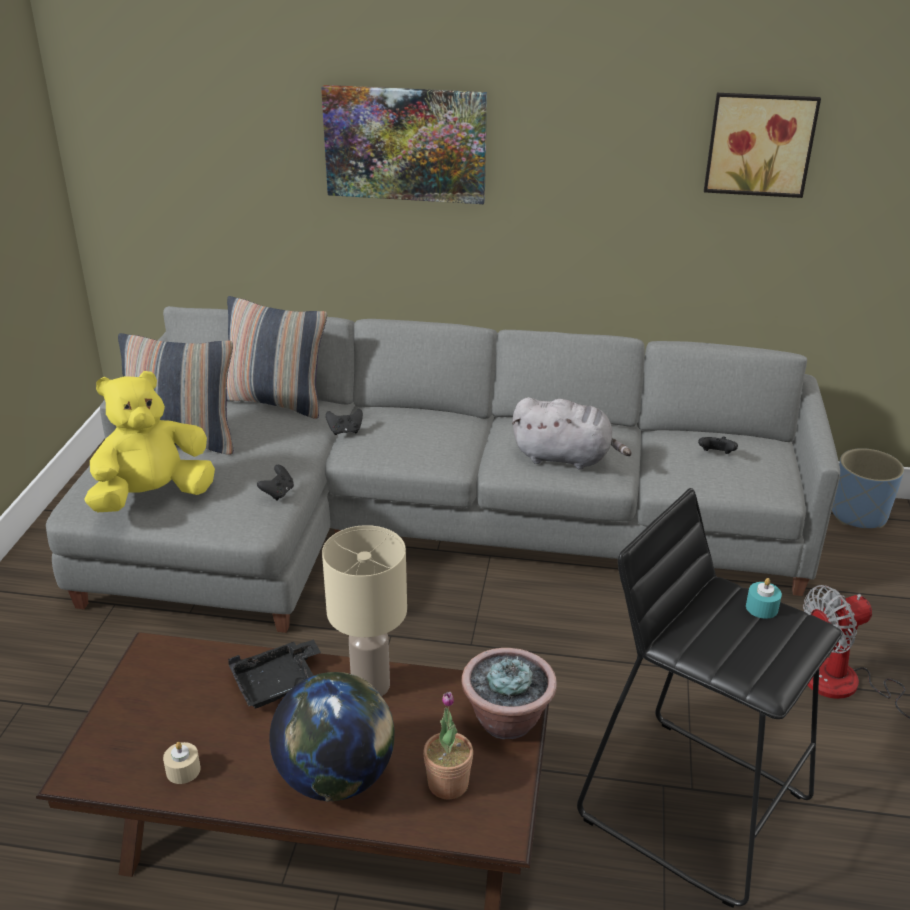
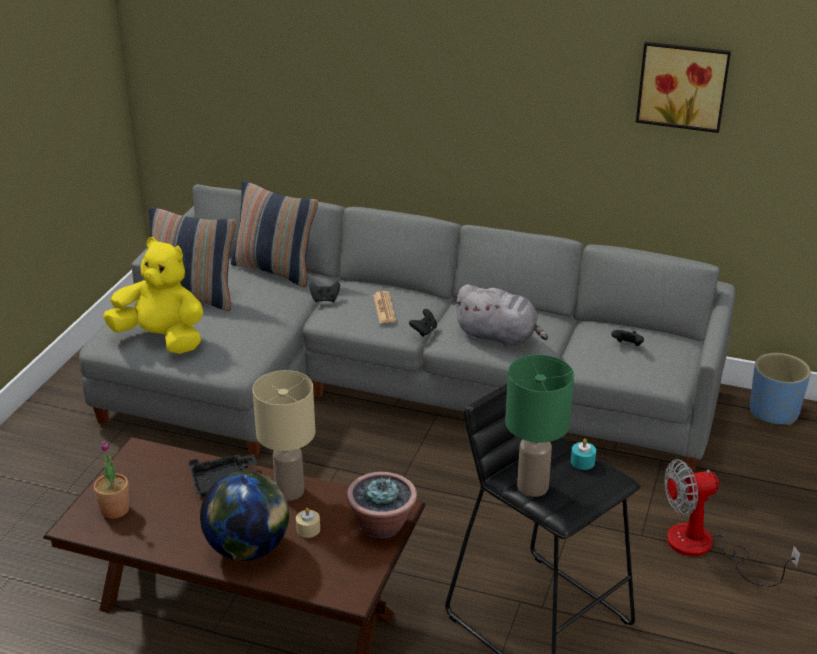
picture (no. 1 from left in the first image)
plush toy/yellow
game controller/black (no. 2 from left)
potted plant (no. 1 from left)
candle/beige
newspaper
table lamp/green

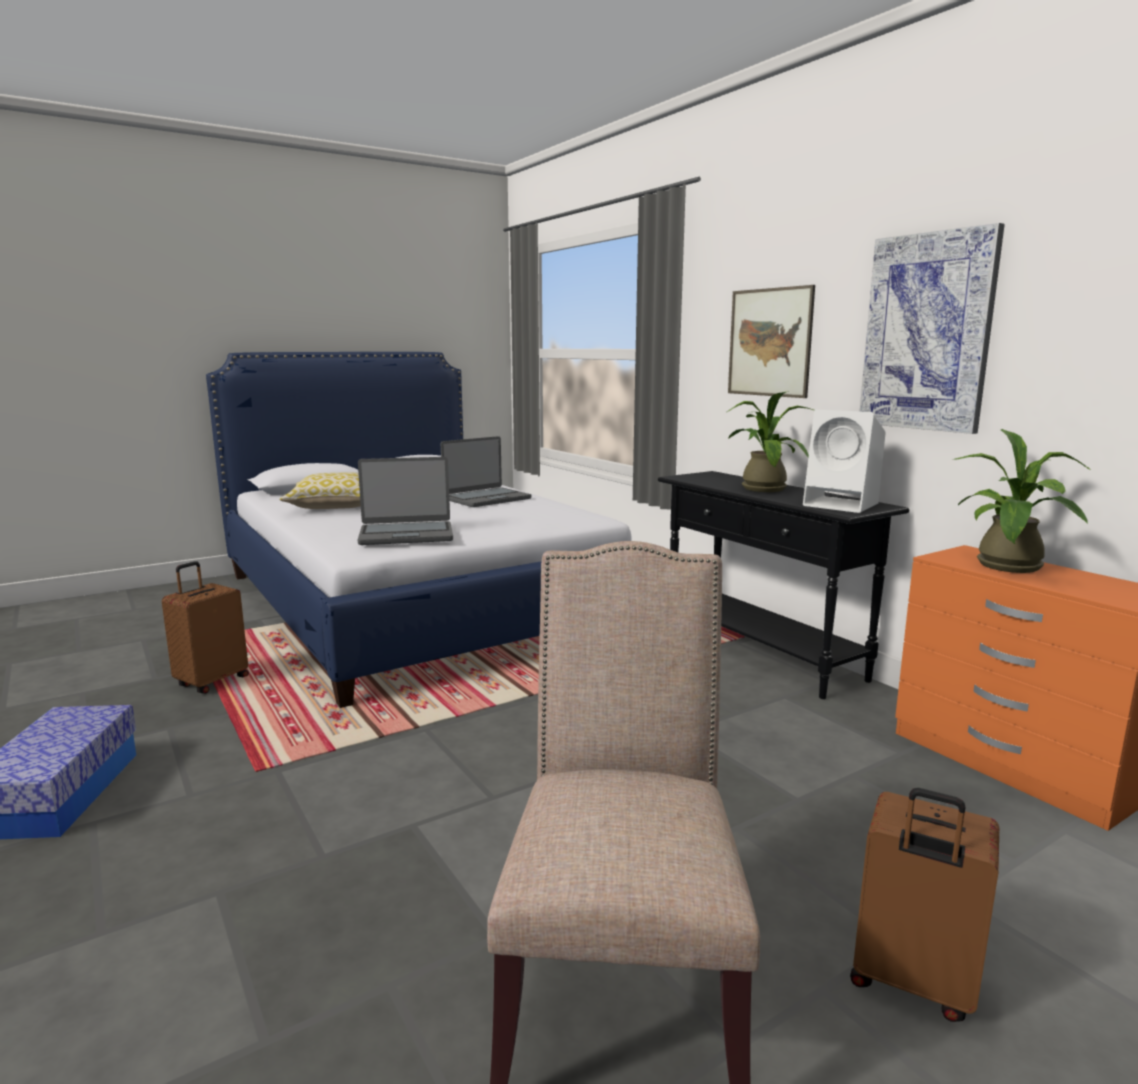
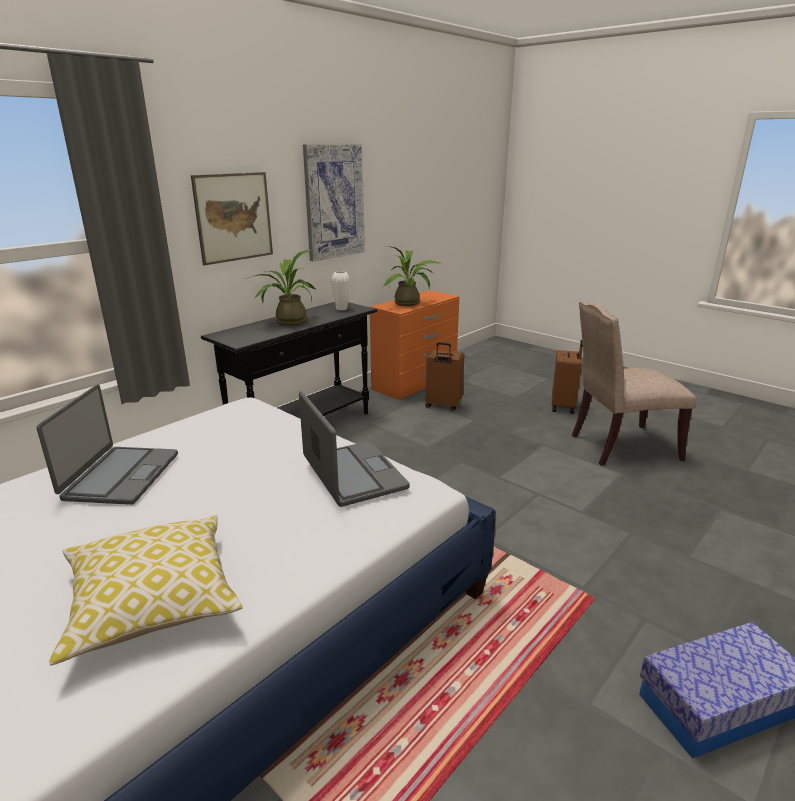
vase/white
laptop (no. 1 from left)
suitcase/brown (no. 1 from left)

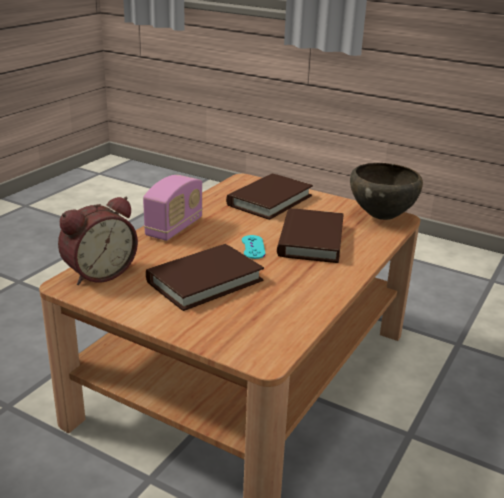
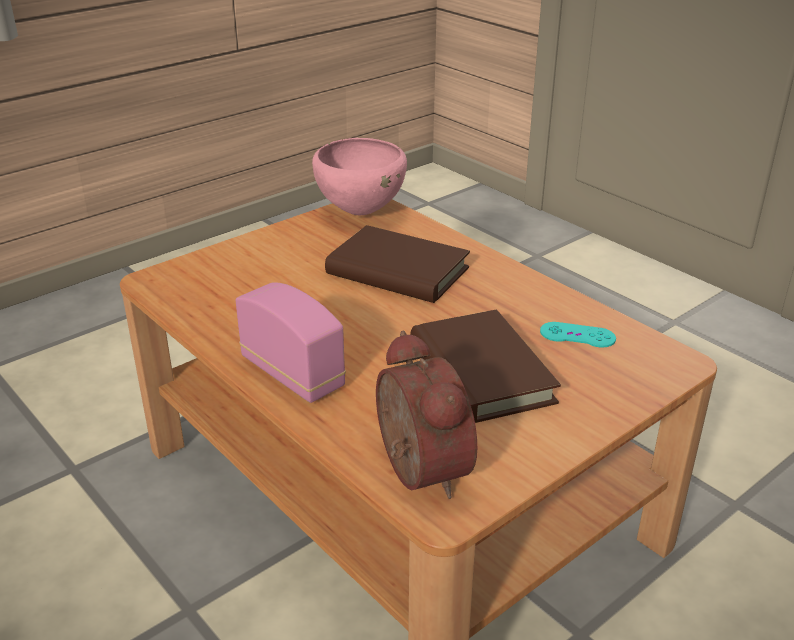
bowl/pink
book/brown (no. 2 from left in the first image)
game controller/turquoise

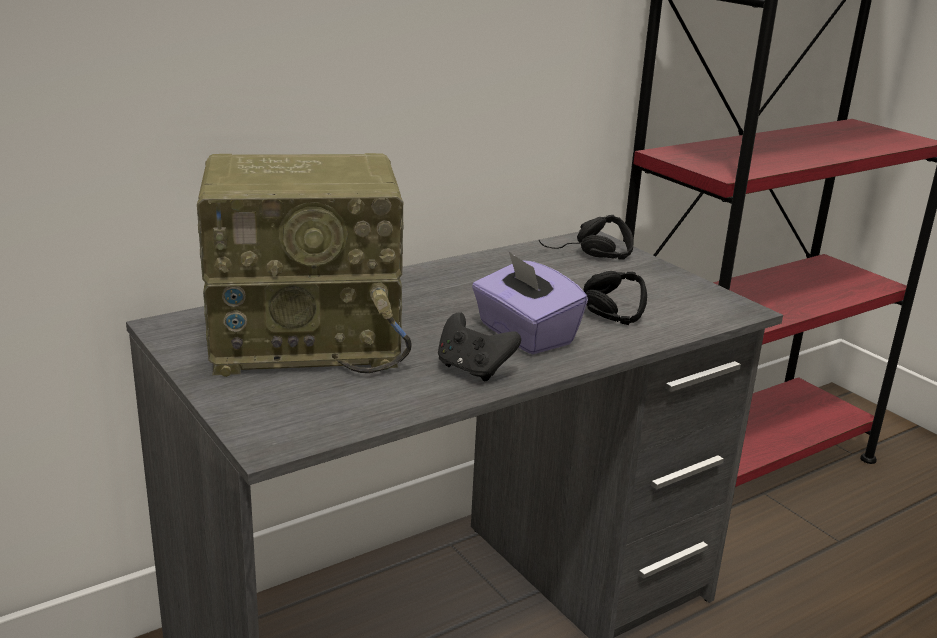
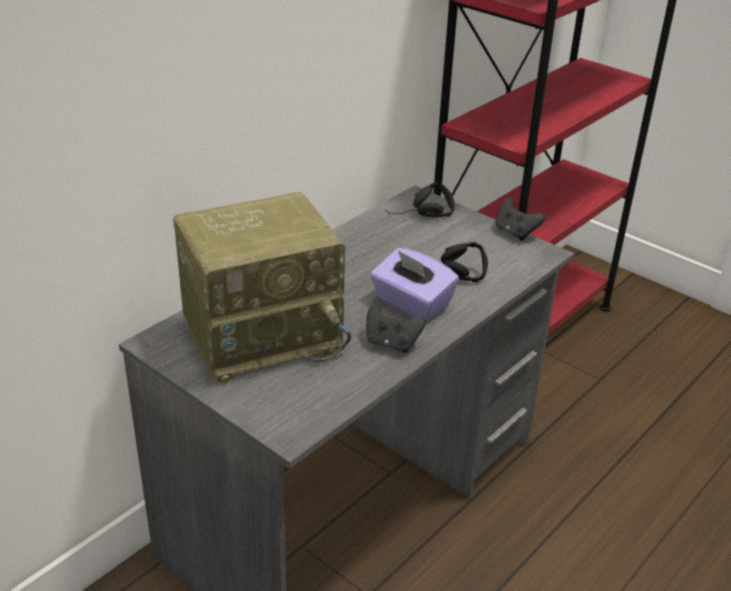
game controller/black (no. 2 from left)

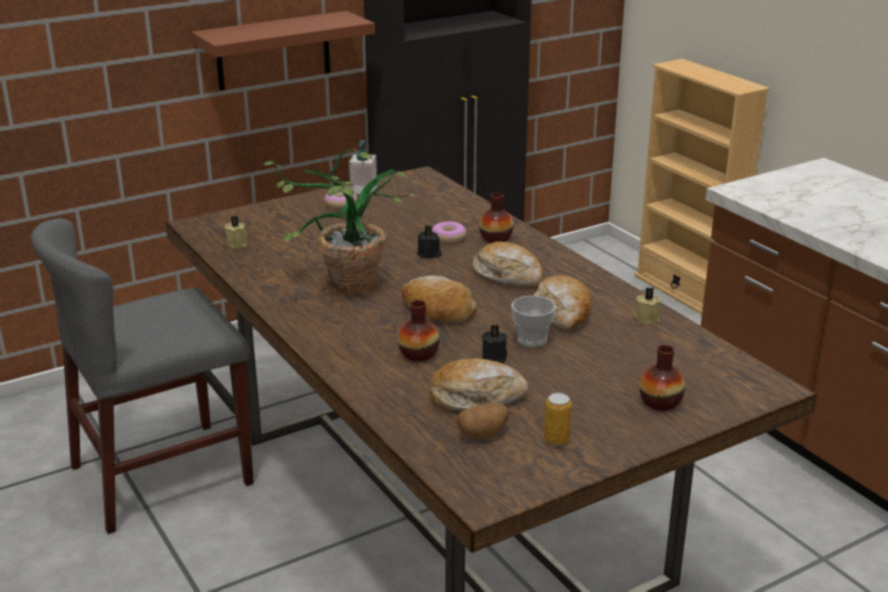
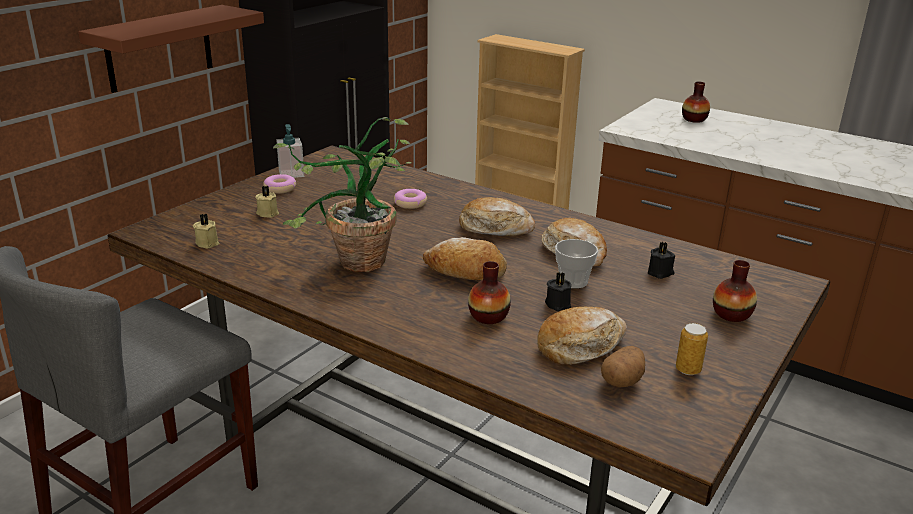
vase (no. 2 from left)
candle/black (no. 2 from left)
candle/beige (no. 2 from left)

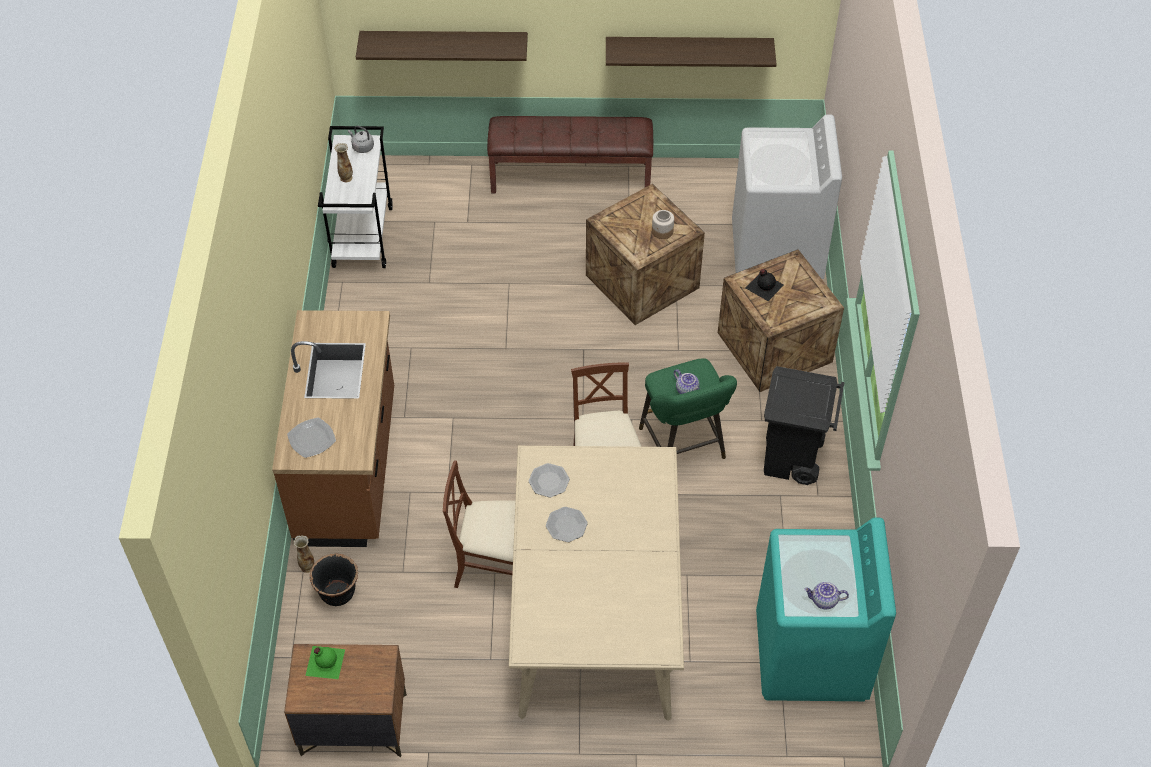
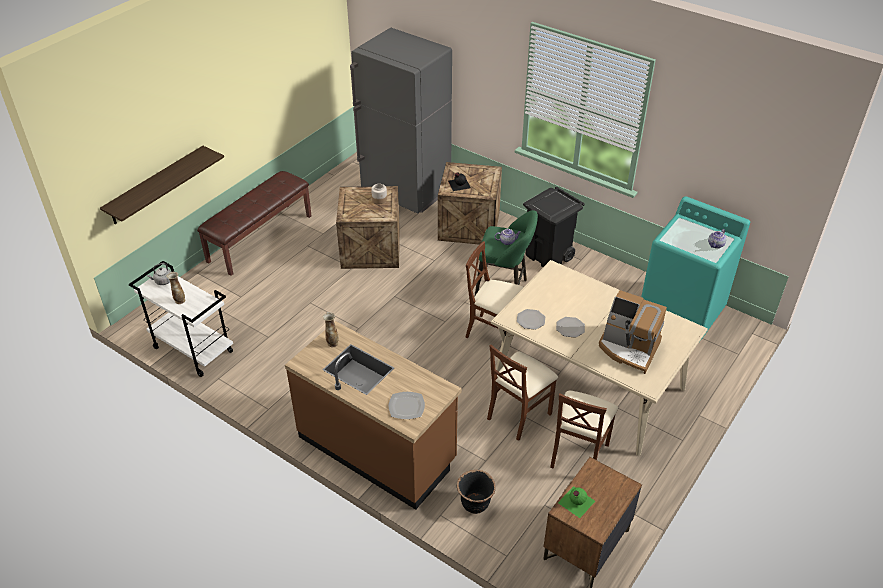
shelf (no. 2 from left in the first image)
fridge/grey
vase (no. 2 from left)
coffee machine
chair/brown (no. 3 from left)

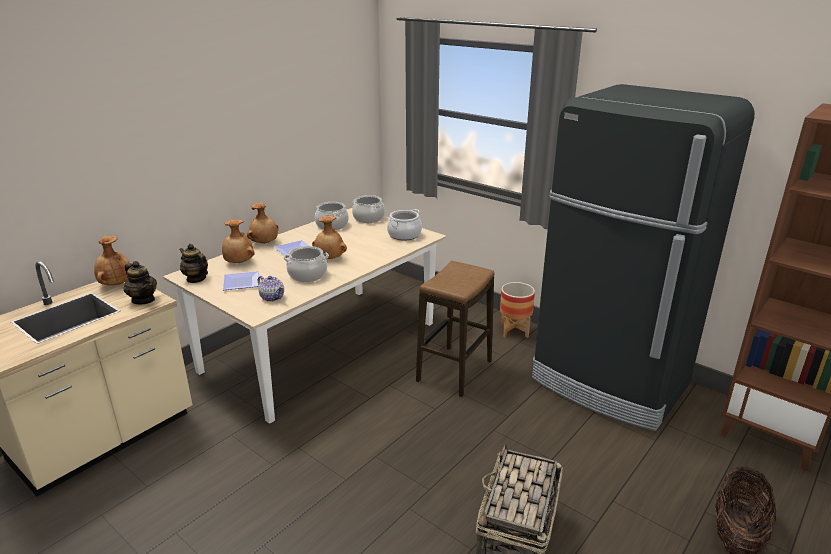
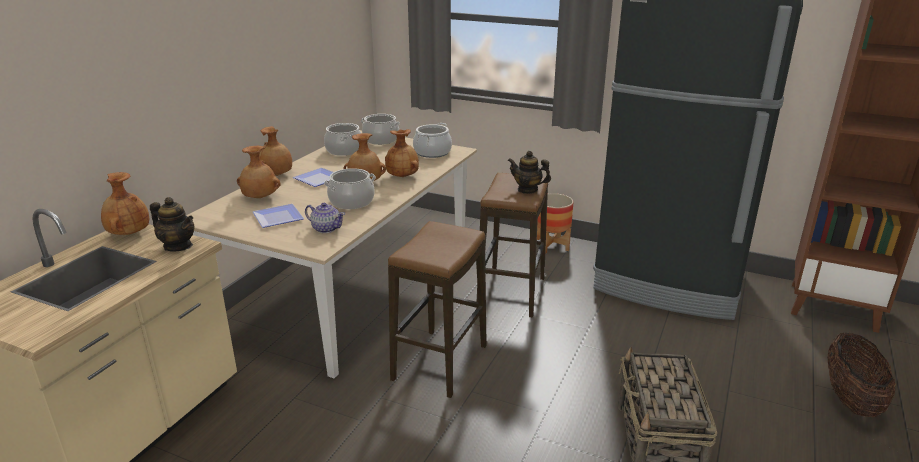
teapot (no. 3 from left)
vase/brown (no. 5 from left)
stool (no. 1 from left)

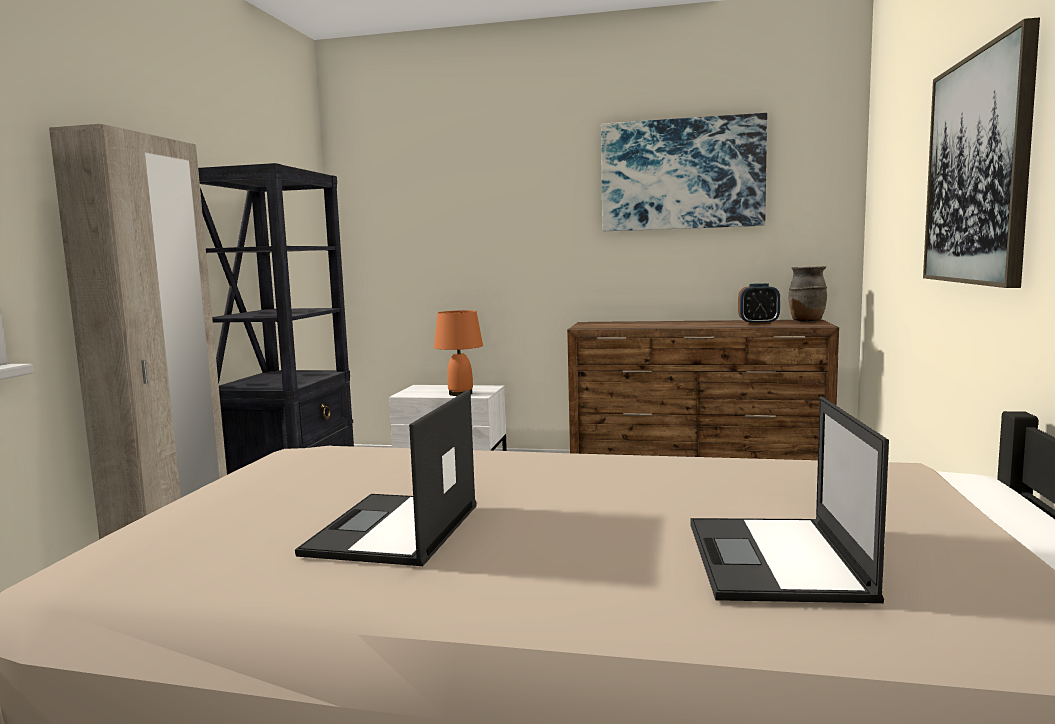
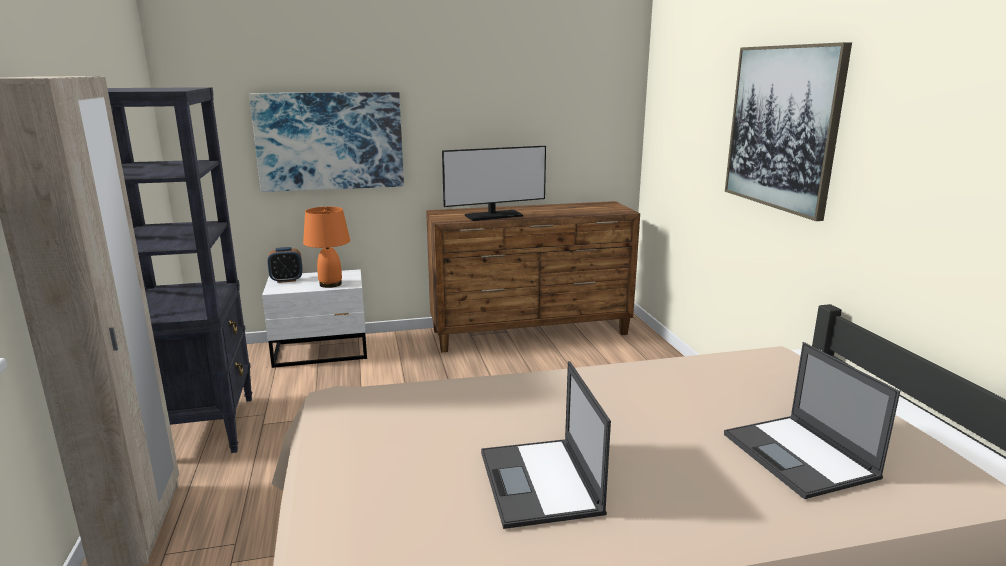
picture (no. 1 from left)
vase/brown
alarm clock
monitor

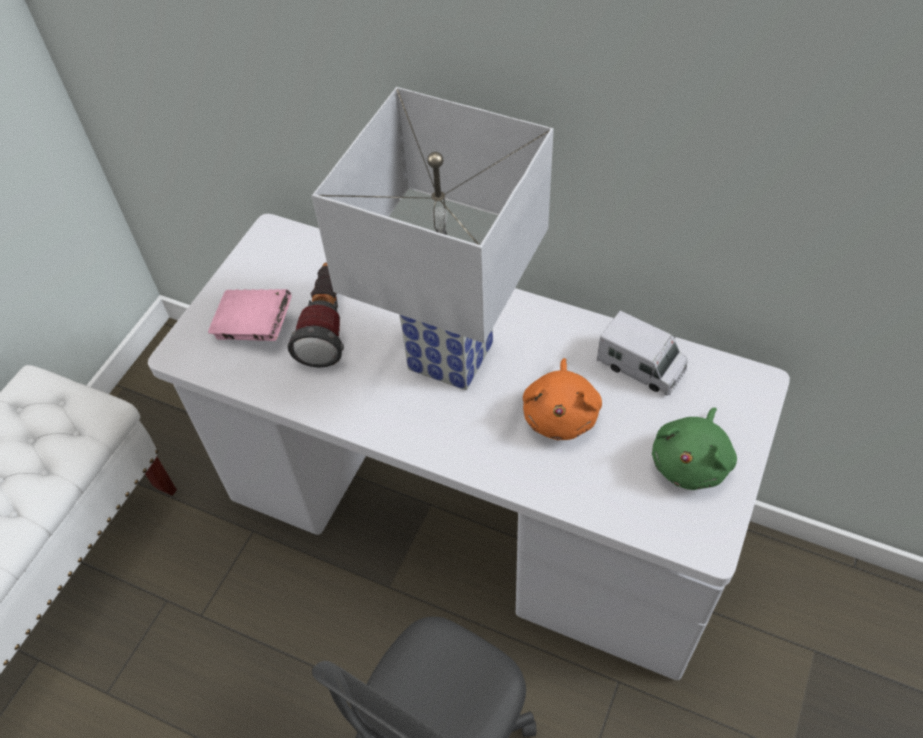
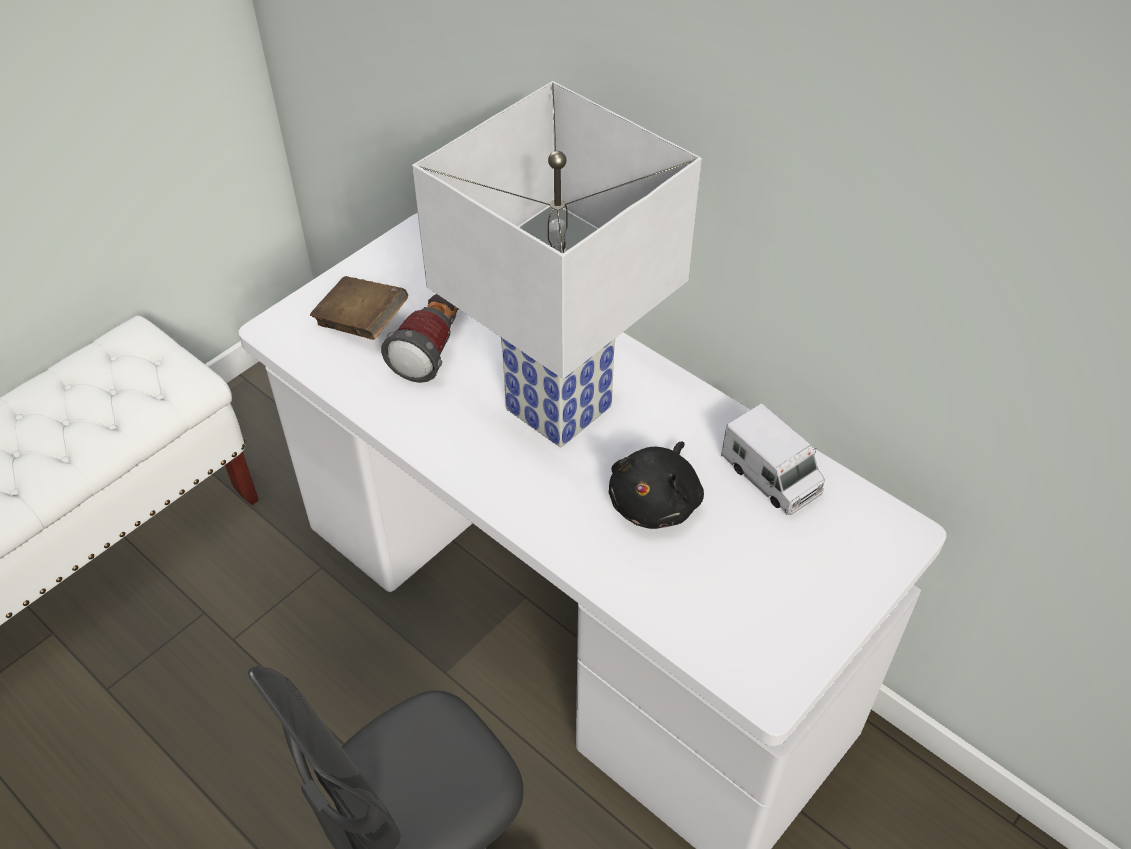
book/brown
plush toy/black
plush toy/green

